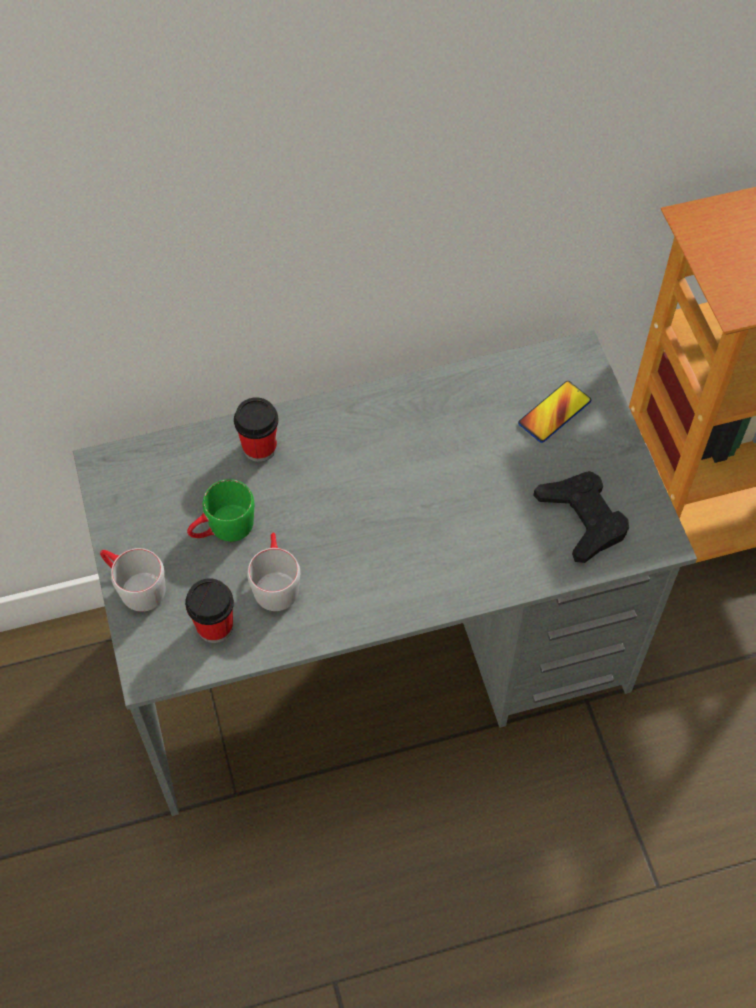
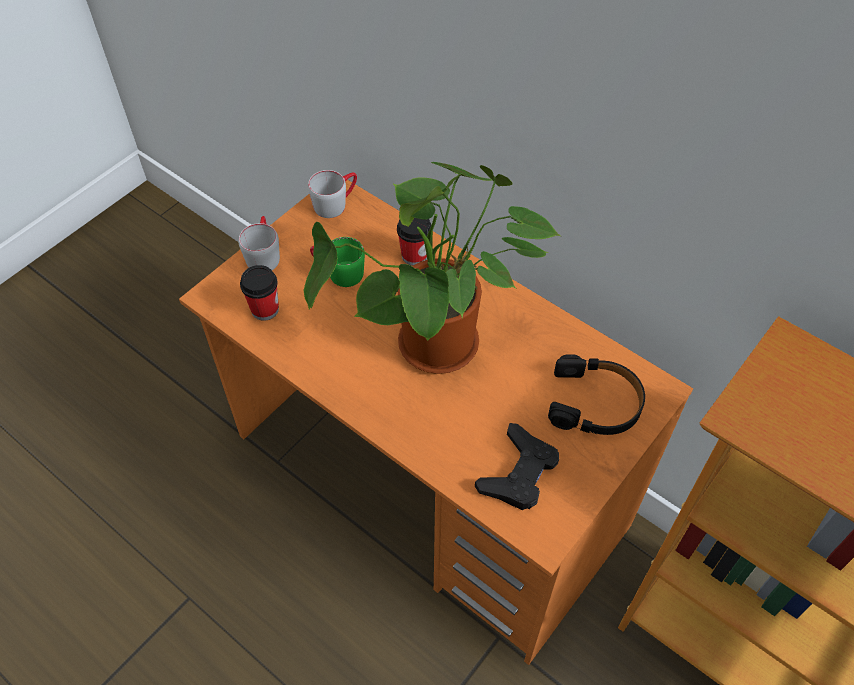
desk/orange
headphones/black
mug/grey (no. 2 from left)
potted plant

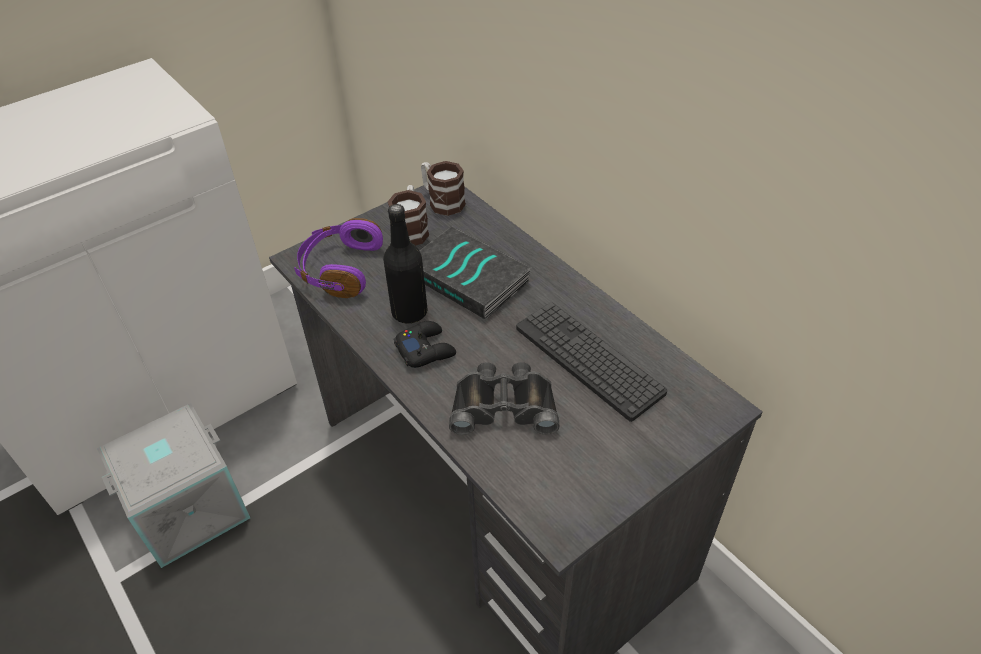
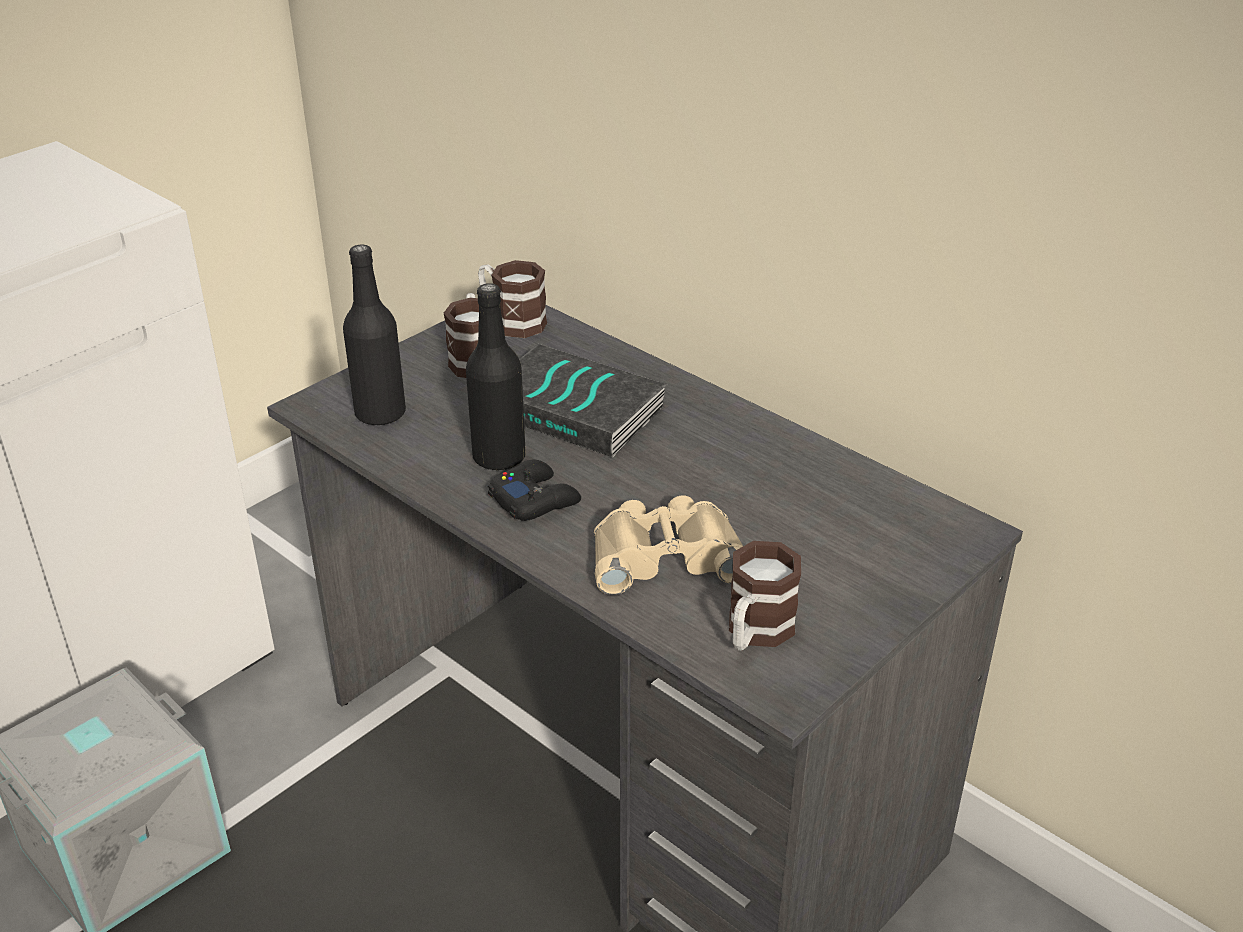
bottle/black (no. 1 from left)
keyboard
binoculars/beige
mug (no. 3 from left)

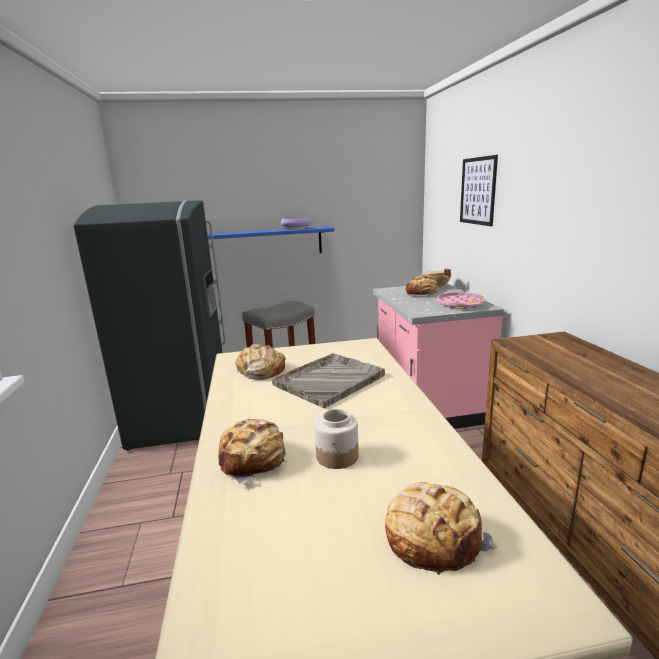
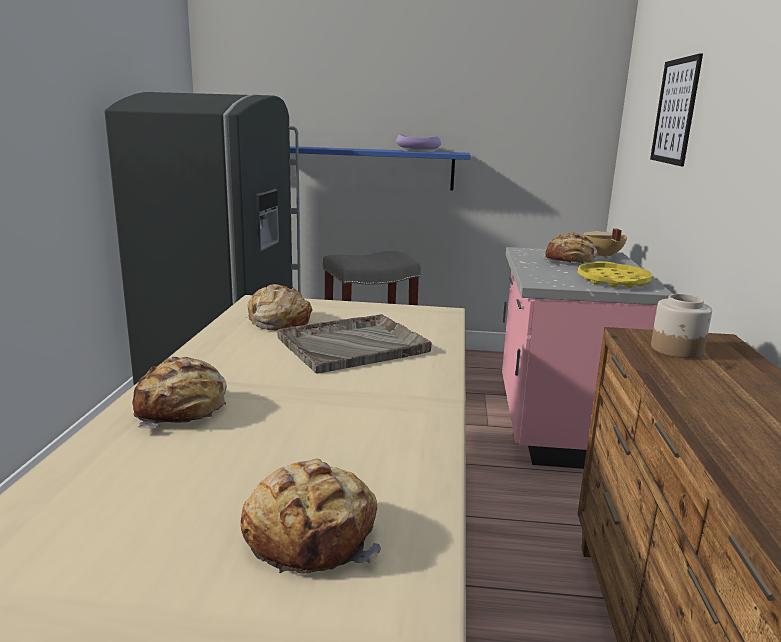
tray/yellow
jar

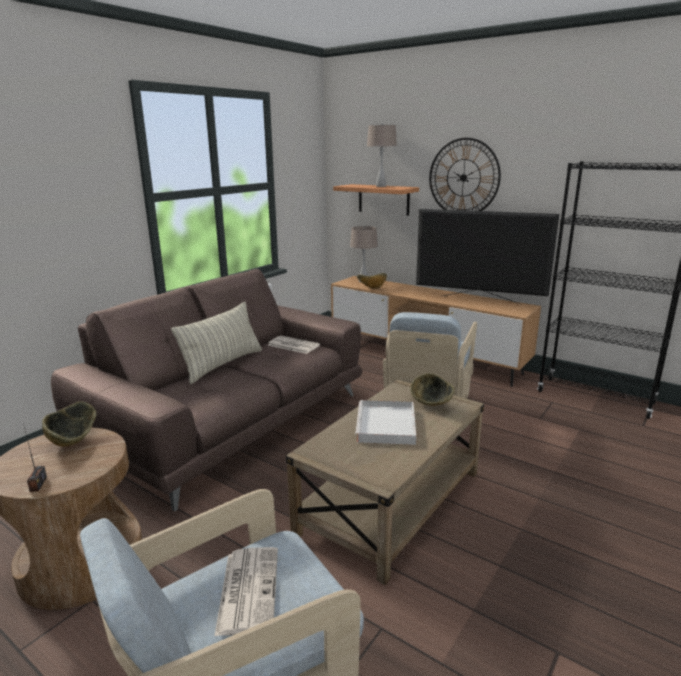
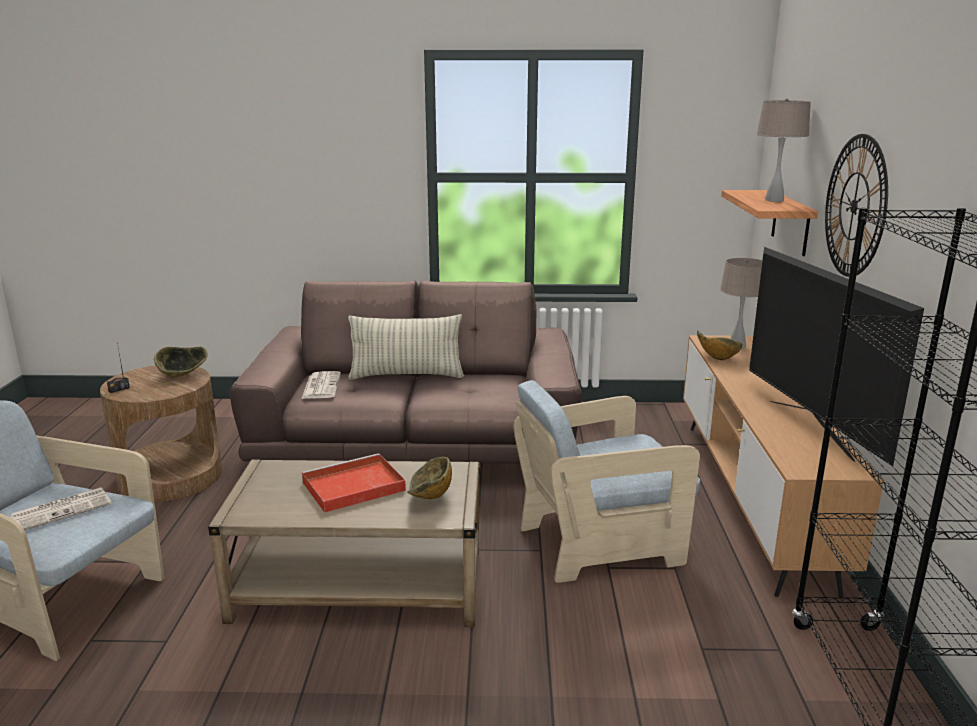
newspaper (no. 2 from left)
tray/red

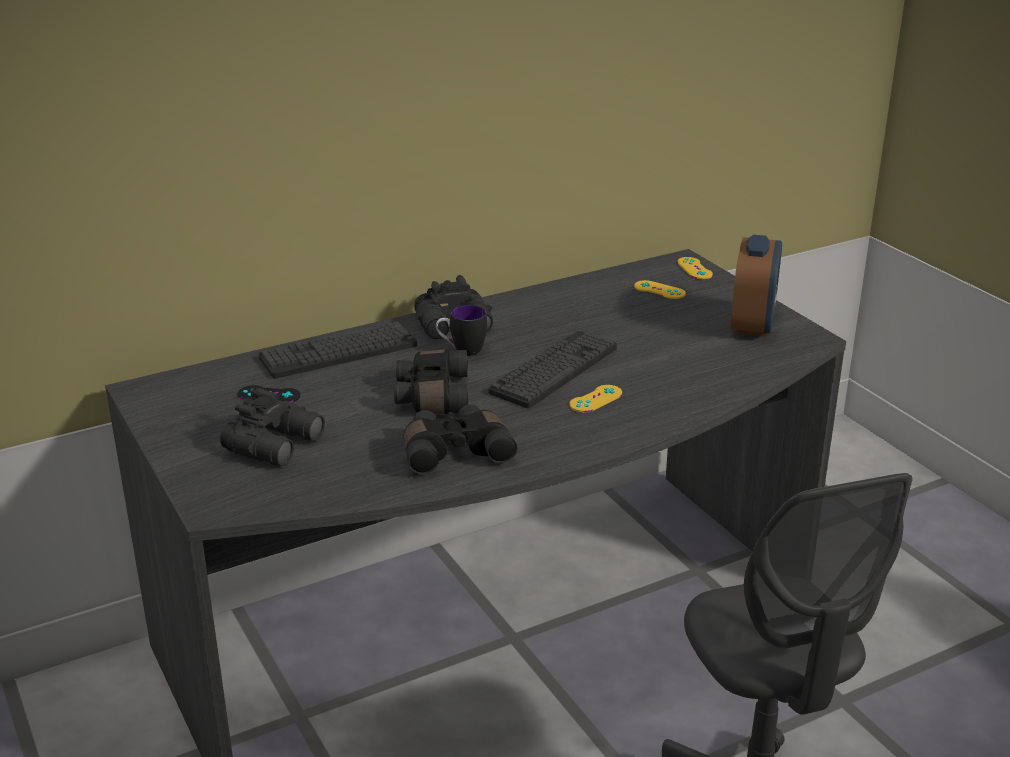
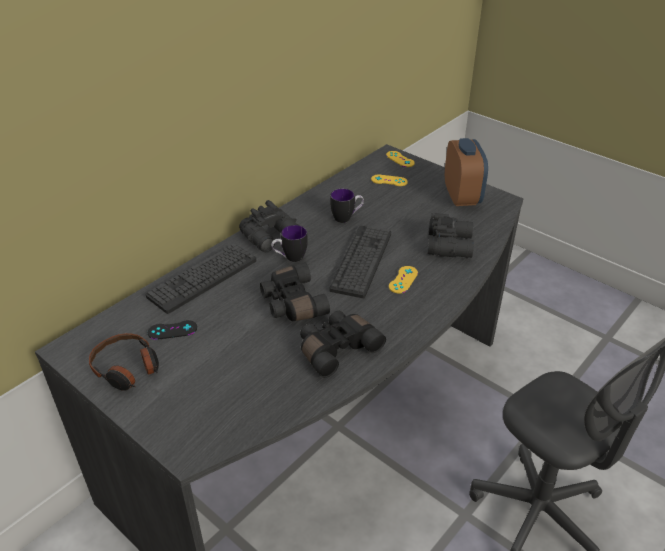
binoculars/black (no. 4 from left)
mug (no. 2 from left)
headphones

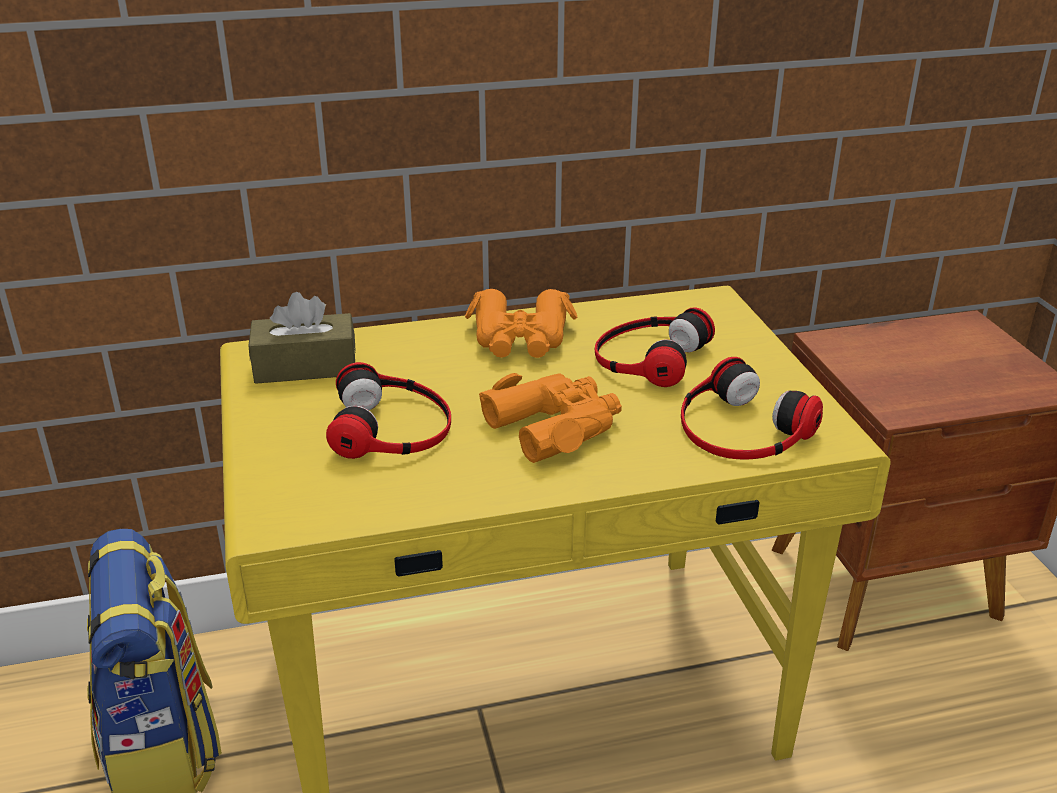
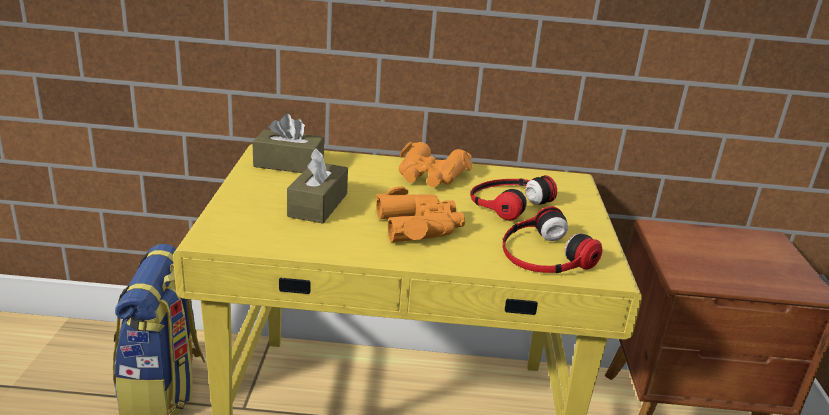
tissue box/brown (no. 2 from left)

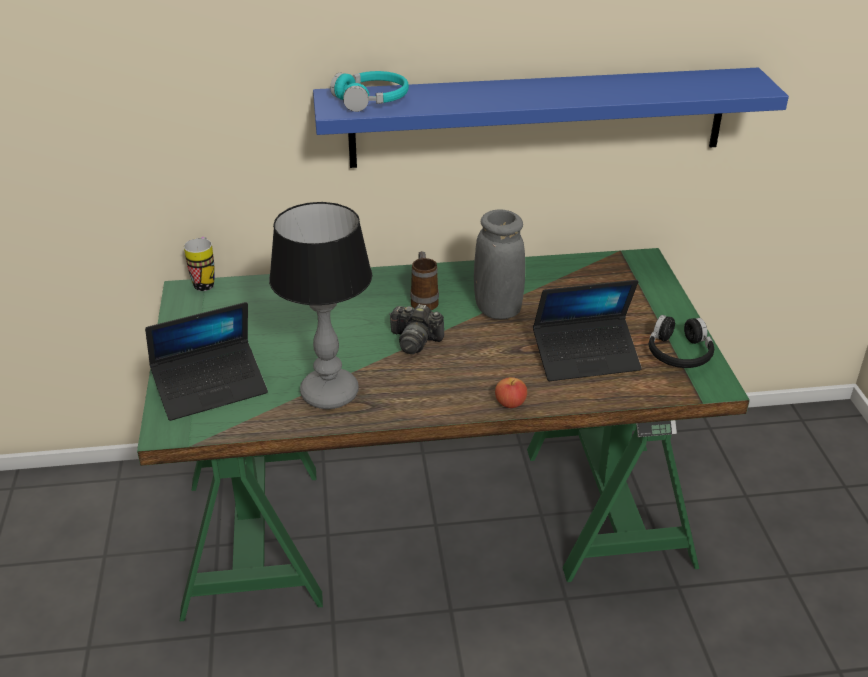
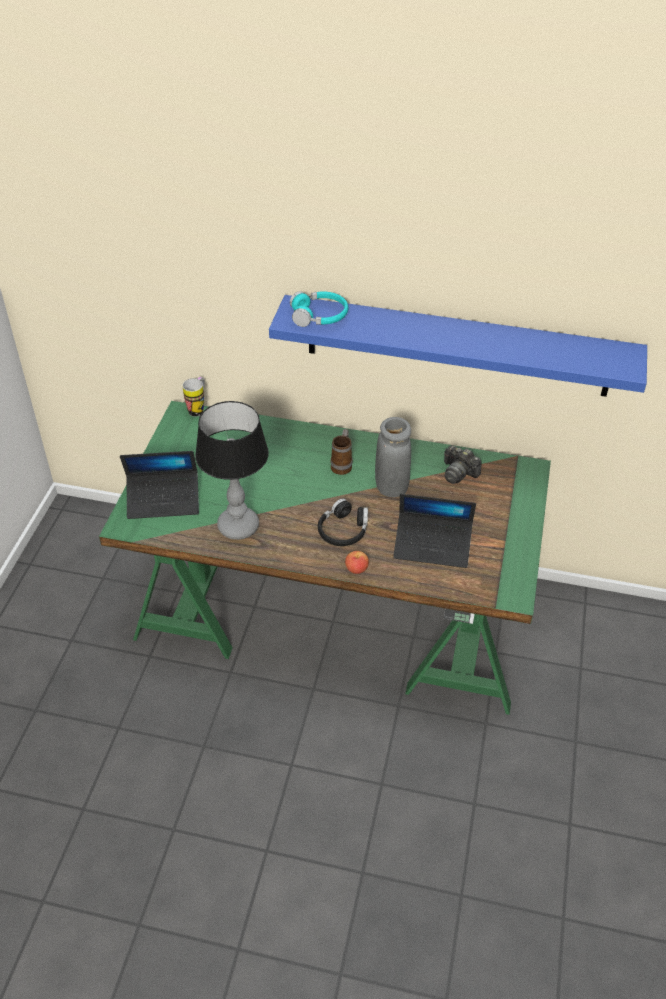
photo camera
headphones/black

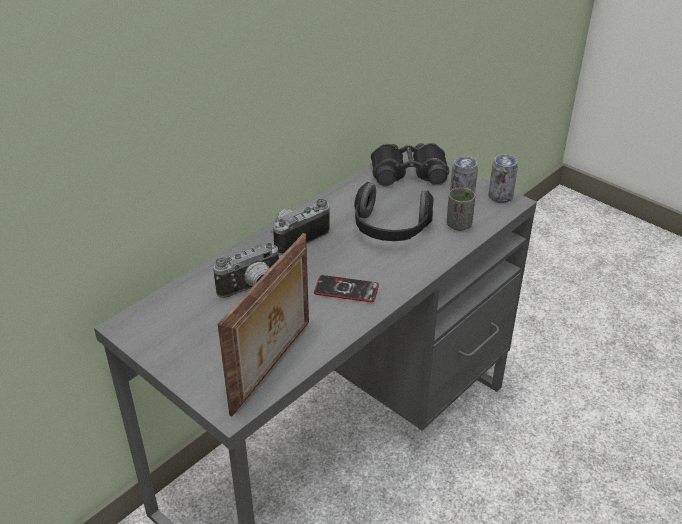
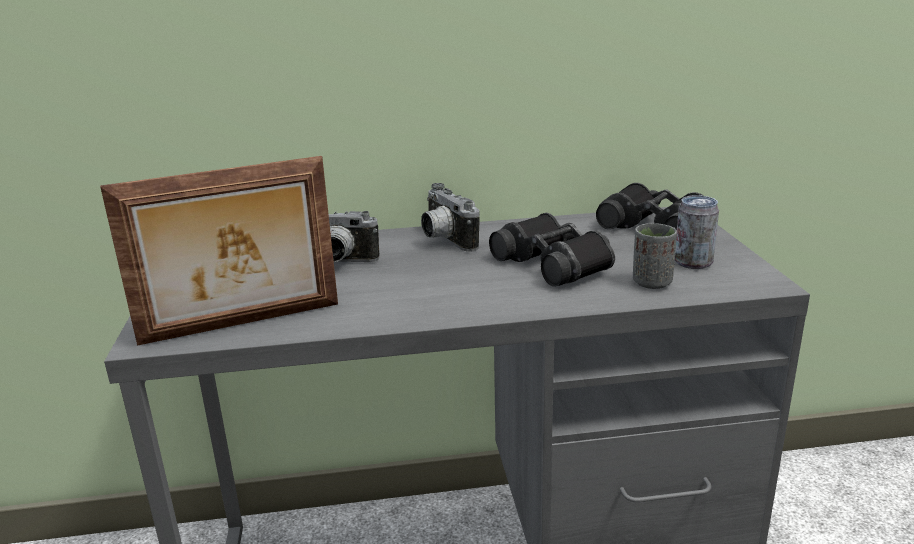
can (no. 2 from left in the first image)
binoculars/black (no. 1 from left)
photo camera (no. 2 from left)
phone

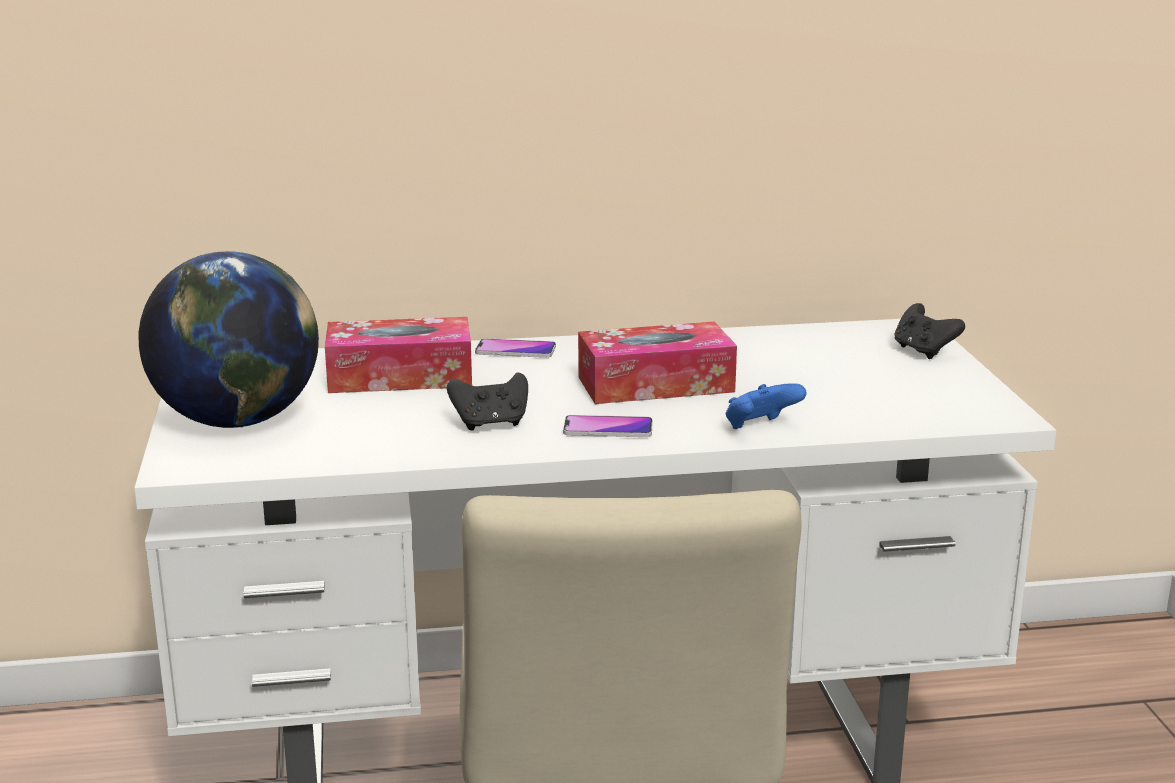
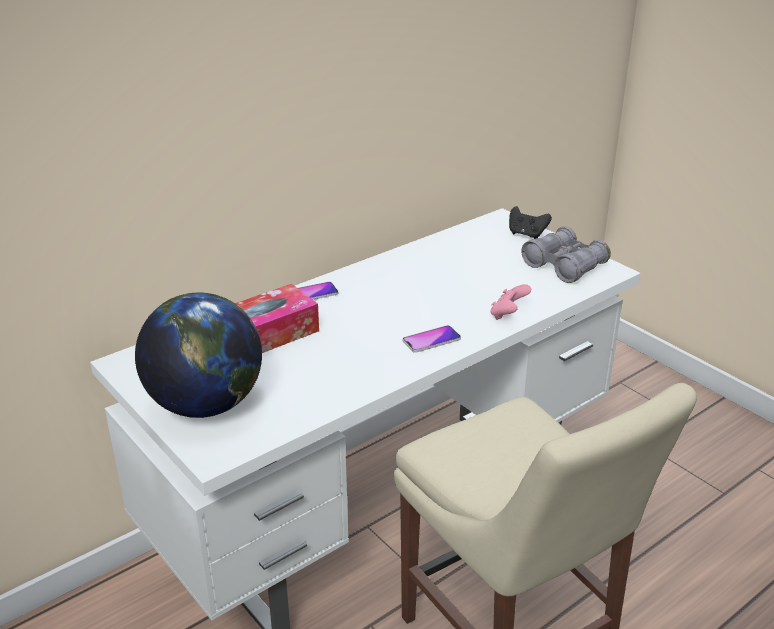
tissue box (no. 2 from left in the first image)
game controller/black (no. 1 from left in the first image)
game controller/pink
binoculars/grey

